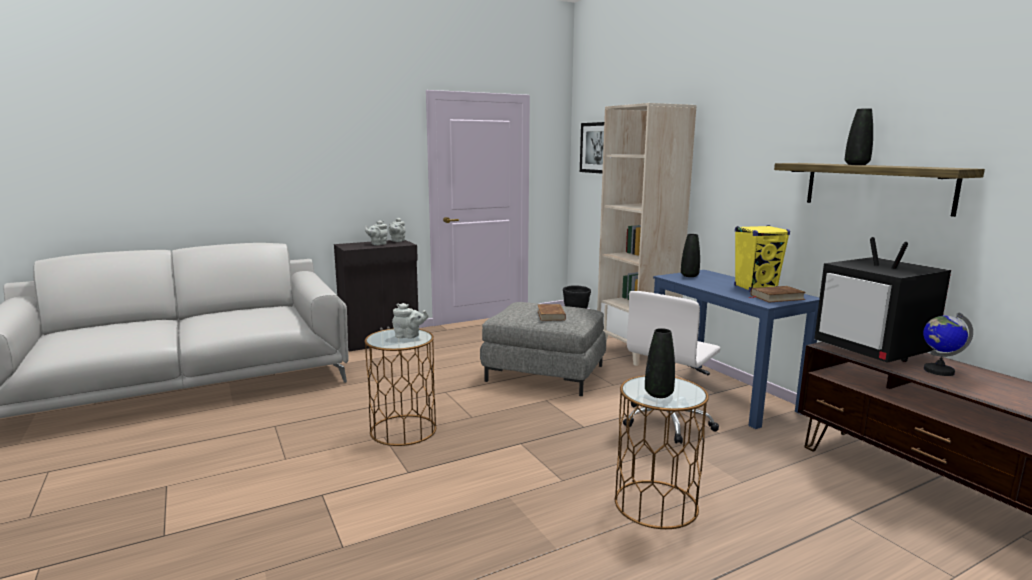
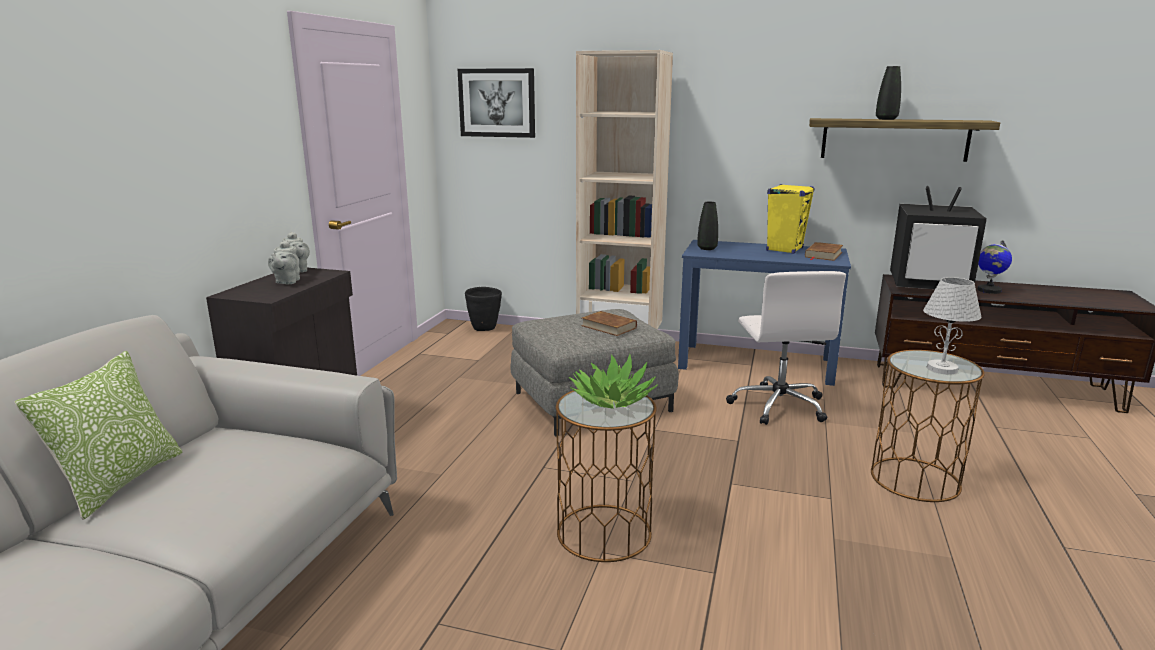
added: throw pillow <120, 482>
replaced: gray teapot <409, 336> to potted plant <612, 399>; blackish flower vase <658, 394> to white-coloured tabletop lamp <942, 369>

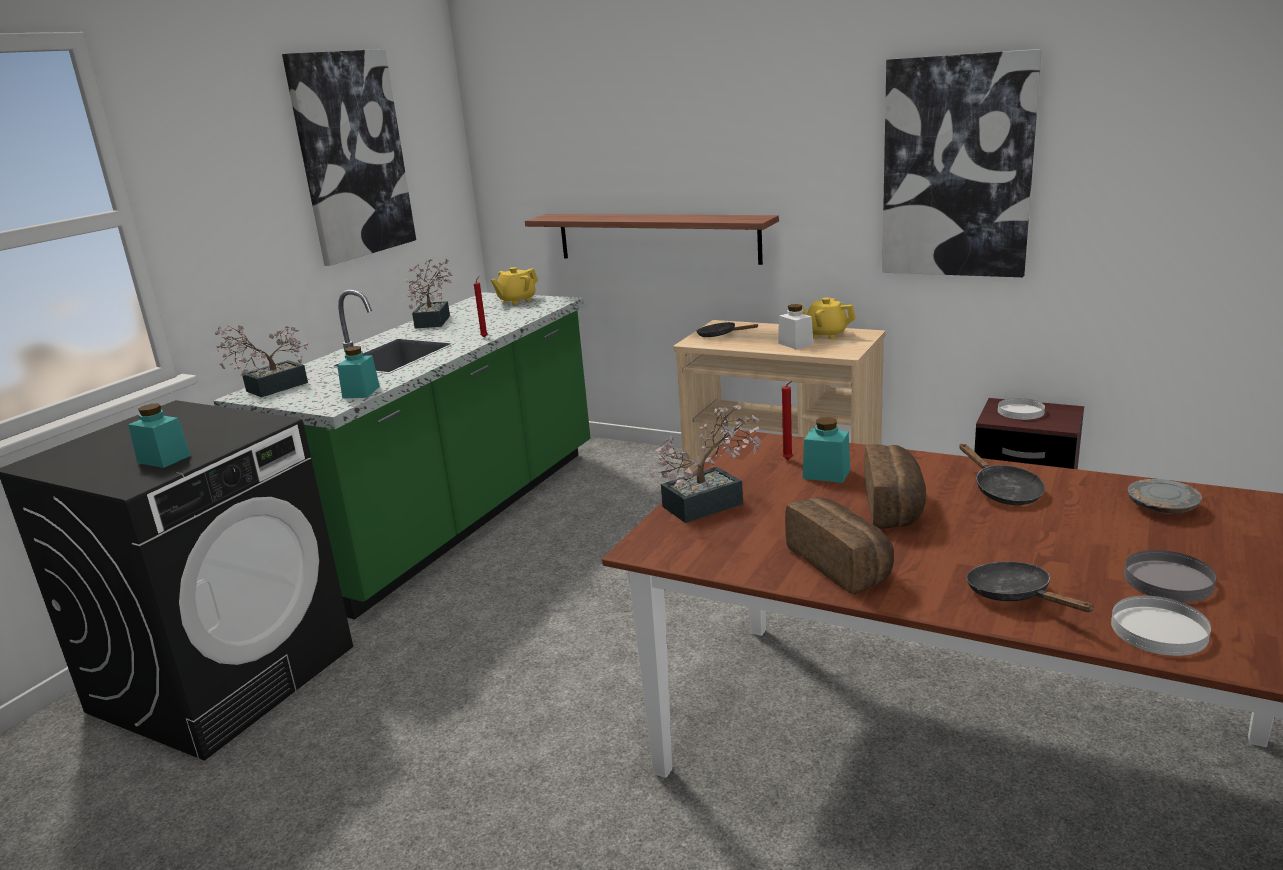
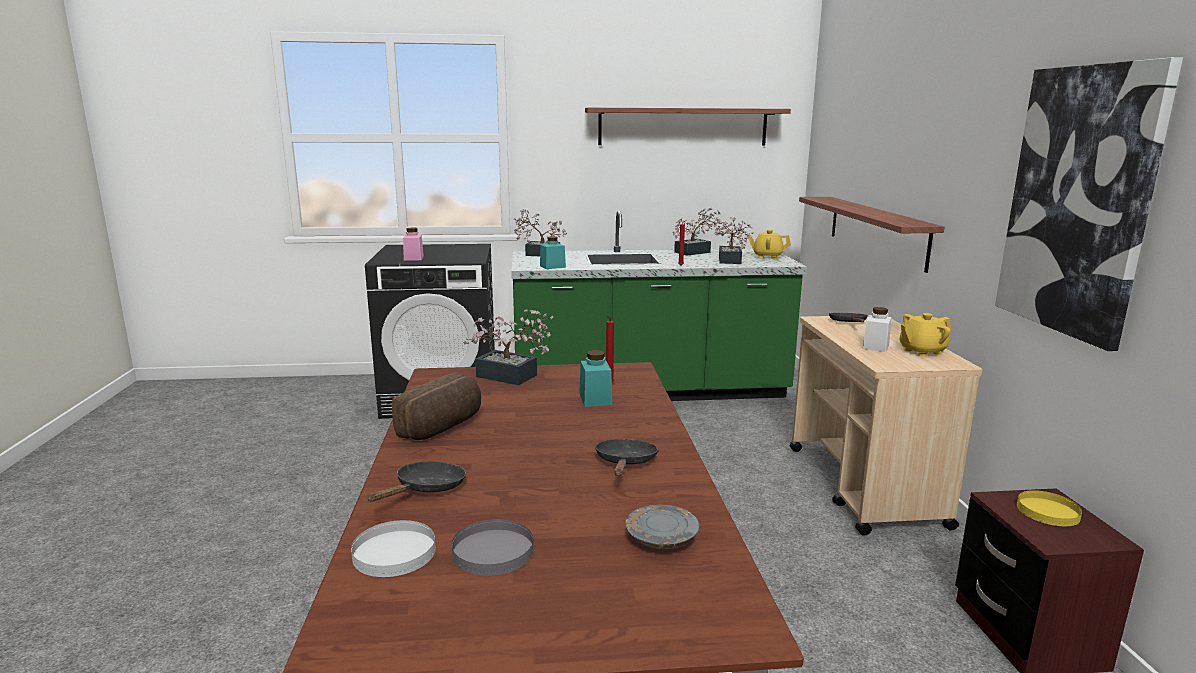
removed: baked bread <895, 507>
added: potted plant <729, 261>
replaced: picture <351, 155> to wall shelf <683, 127>
recoloured: turquoise storage jar <164, 459> to pinkish storage jar <413, 258>; white-coloured plate <1021, 411> to yellow-coloured plate <1048, 511>
turned: blackish pan <1003, 491> = <625, 463> 150 degrees clockwise; yellow-coloured teapot <825, 334> = <921, 351> 105 degrees counterclockwise

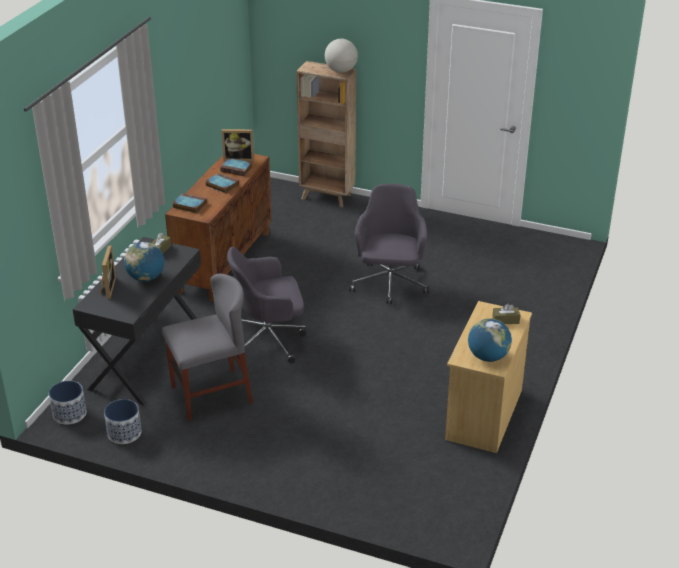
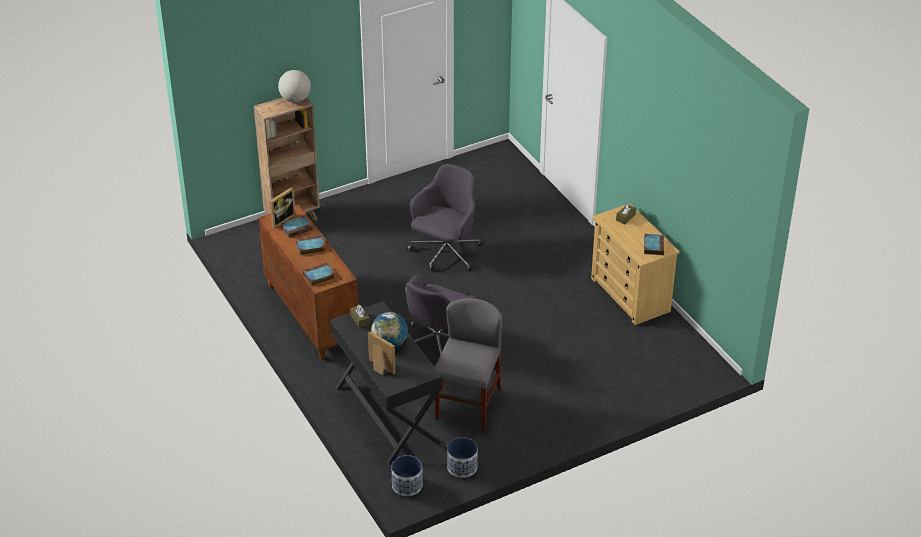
replaced: world globe <488, 357> to volume <653, 246>
turned: gray office chair <390, 284> = <445, 253> 75 degrees clockwise

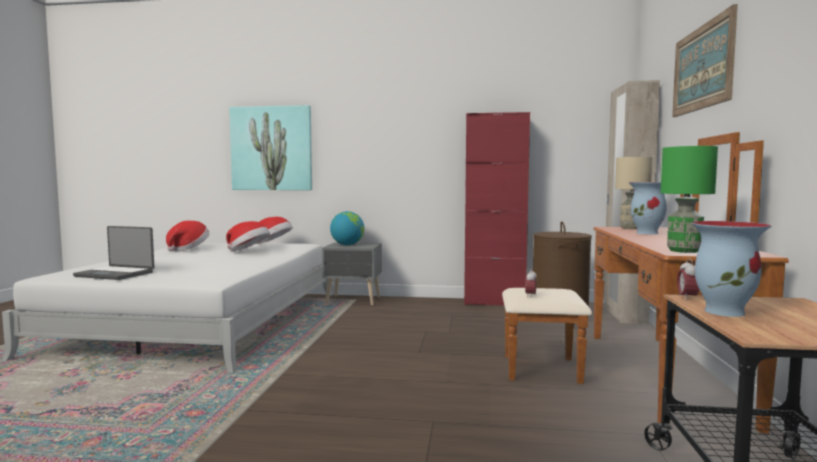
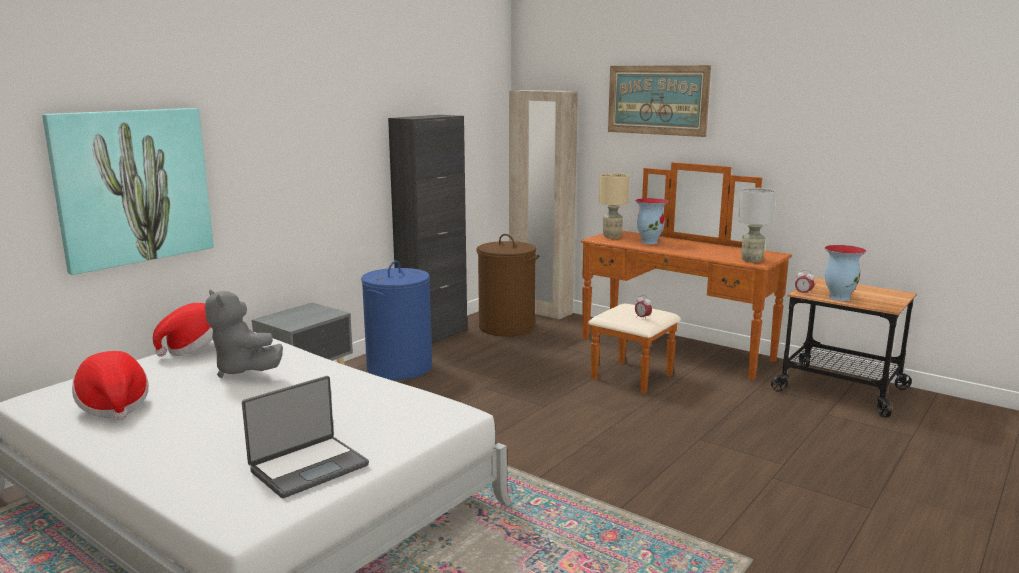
removed: world globe <347, 245>
added: blue-coloured laundry basket <399, 367>
replaced: wearable hat <249, 251> to gray soft toy <244, 370>
recoloured: red cabinet <494, 302> to blackish cabinet <433, 336>; green-coloured tabletop lamp <684, 251> to gray tabletop lamp <752, 260>

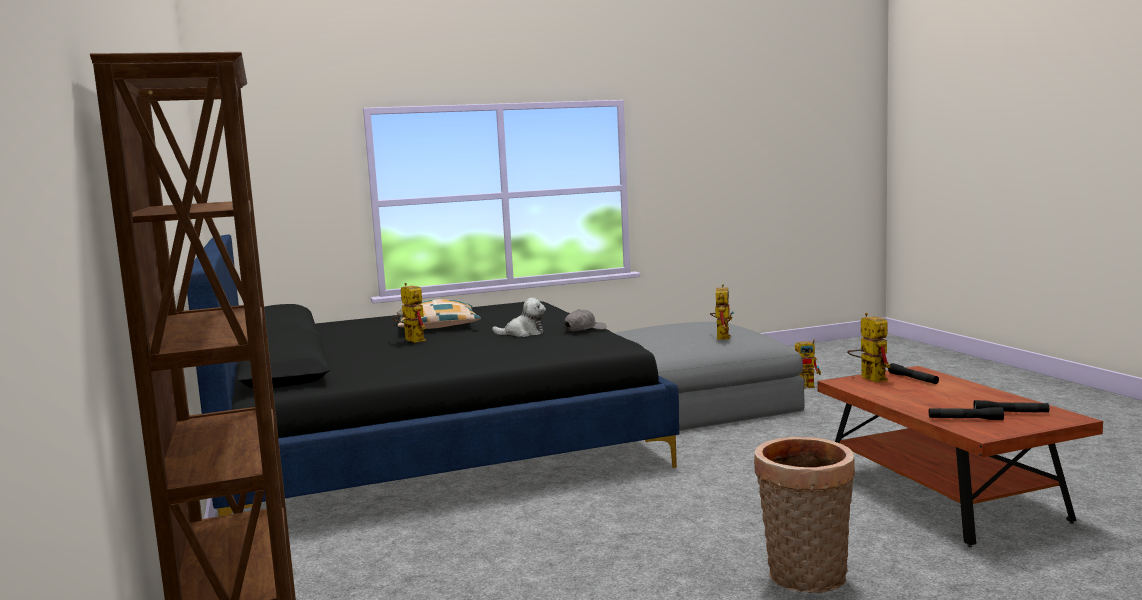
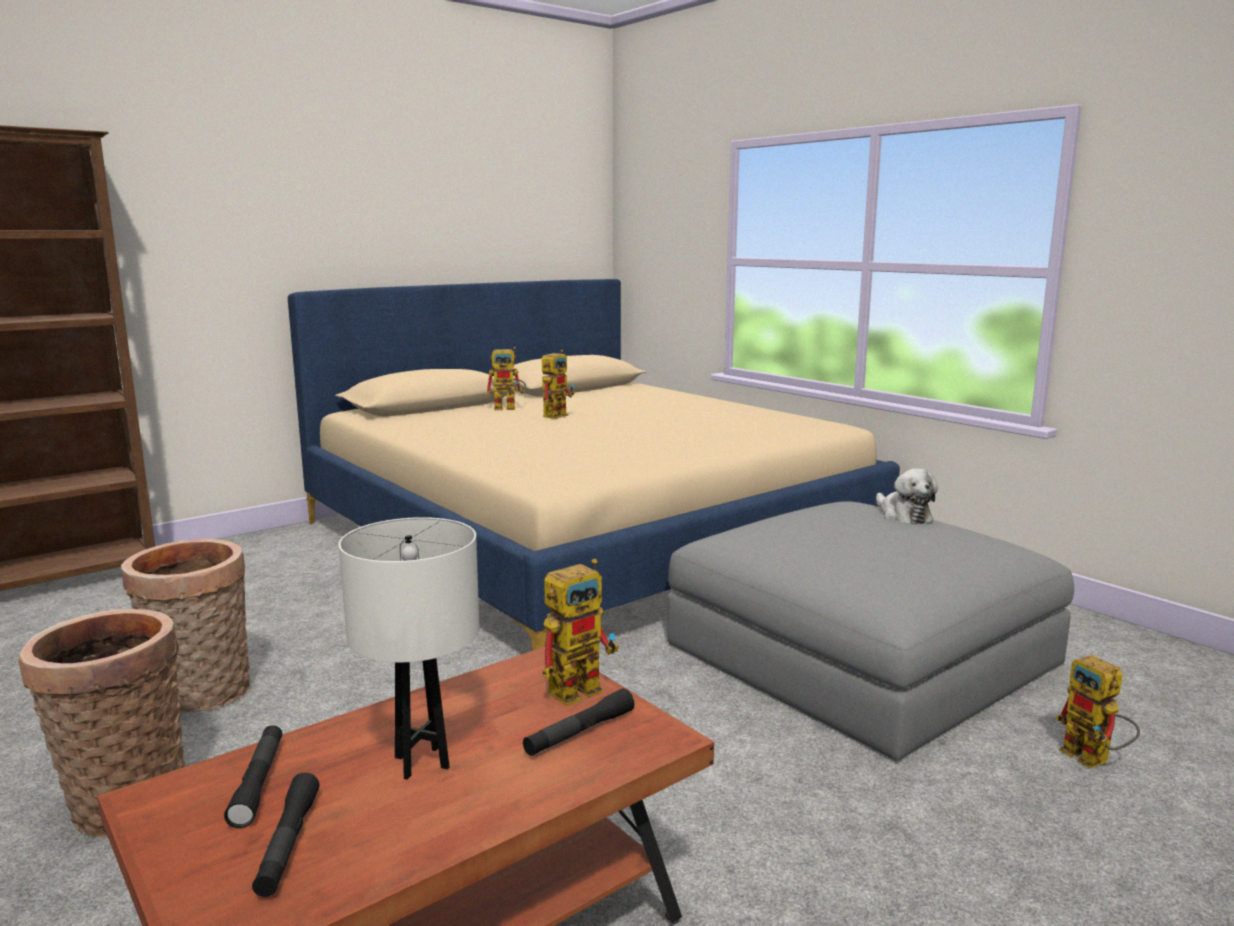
removed: throw pillow <438, 326>; gray peaked cap <584, 329>
added: basket <201, 696>; white-coloured tabletop lamp <421, 762>
moved: model robot <721, 336> to <510, 408>; soft toy <523, 333> to <903, 516>
recoloured: blackish bed <429, 441> to beige bed <585, 536>

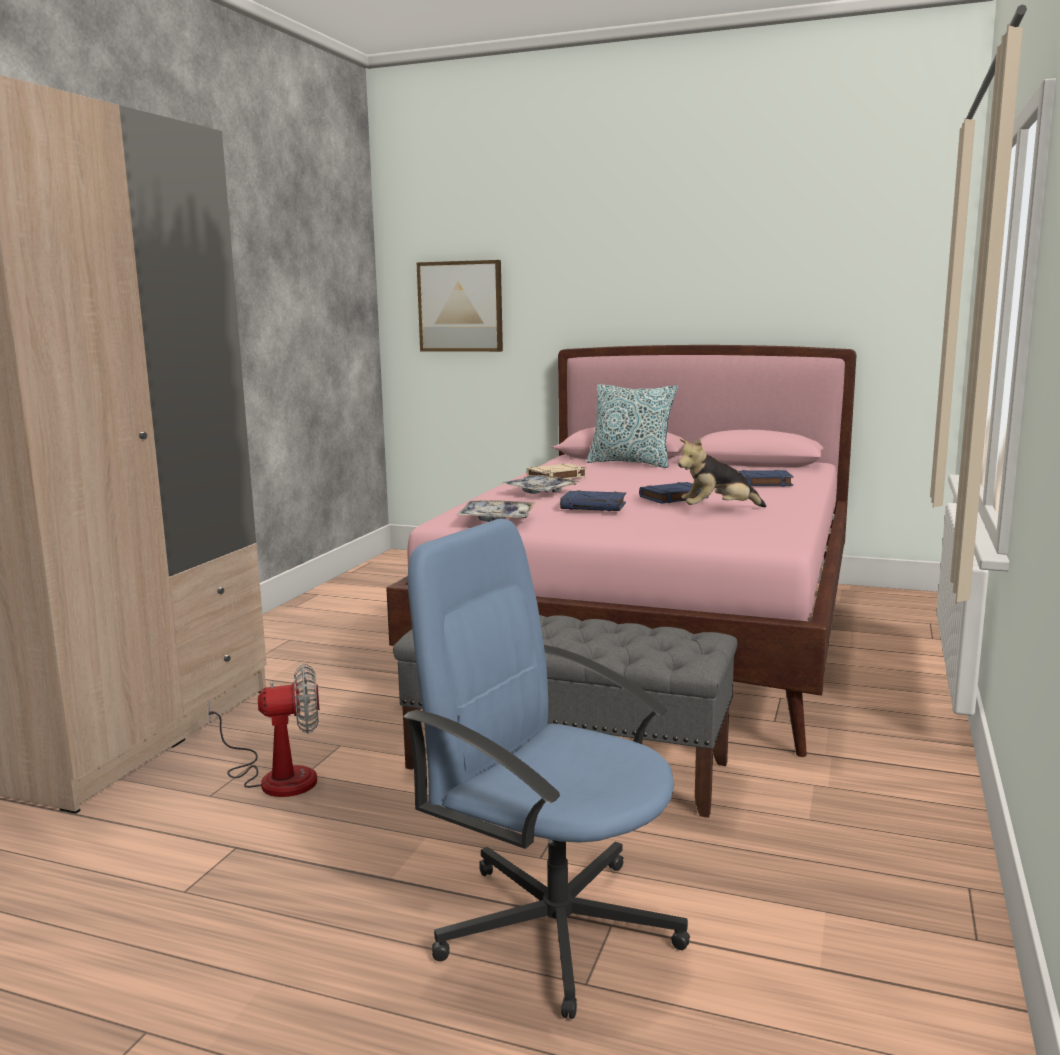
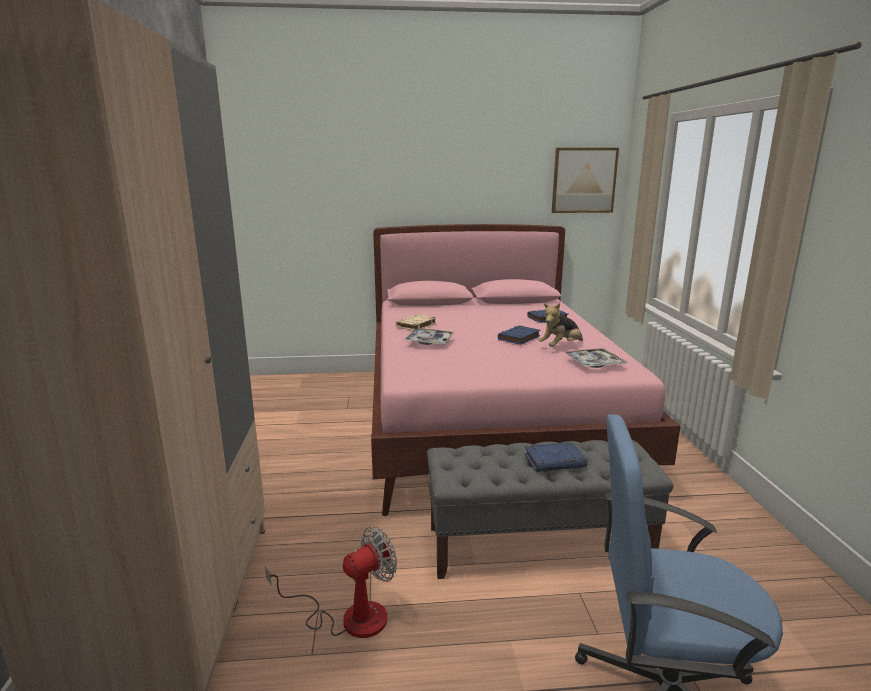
removed: throw pillow <631, 463>
moved: blue-coloured volume <594, 506> to <555, 461>; picture <460, 306> to <583, 180>; serving tray <496, 518> to <594, 364>

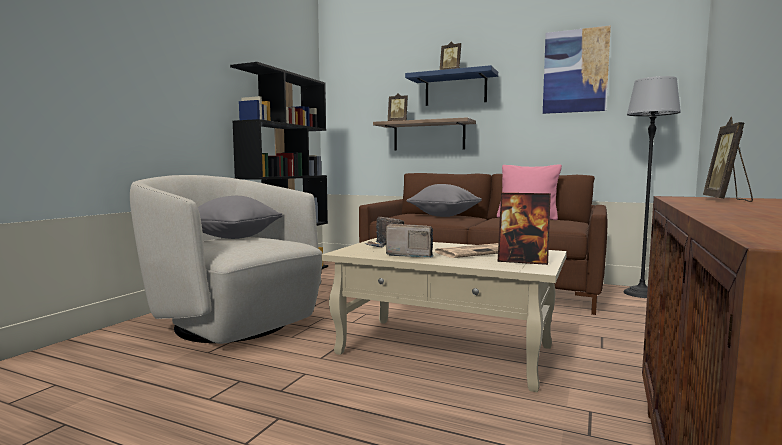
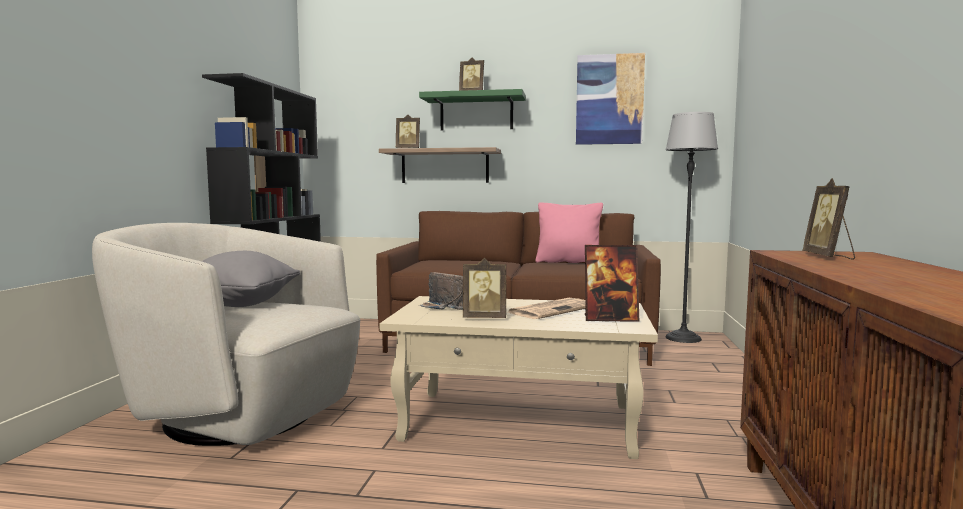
removed: gray throw pillow <444, 216>
replaced: radio receiver <410, 255> to picture frame <484, 318>
recoloured: blue-coloured wall shelf <455, 89> to green-coloured wall shelf <476, 113>

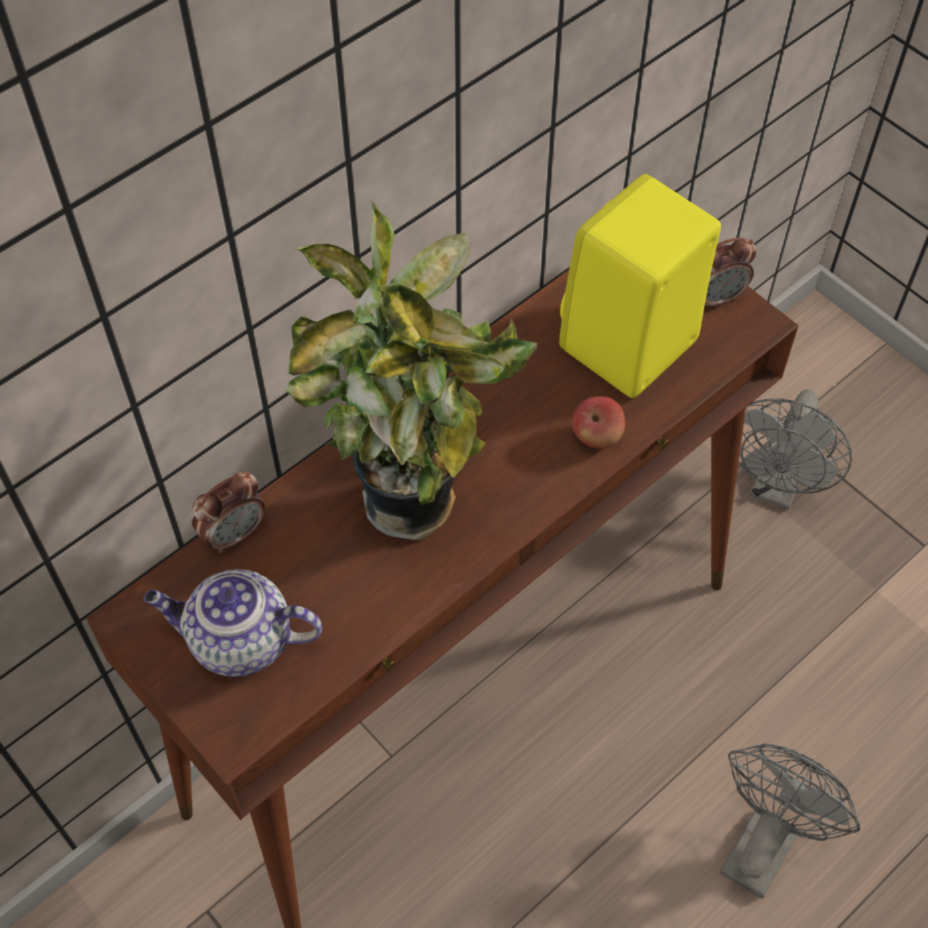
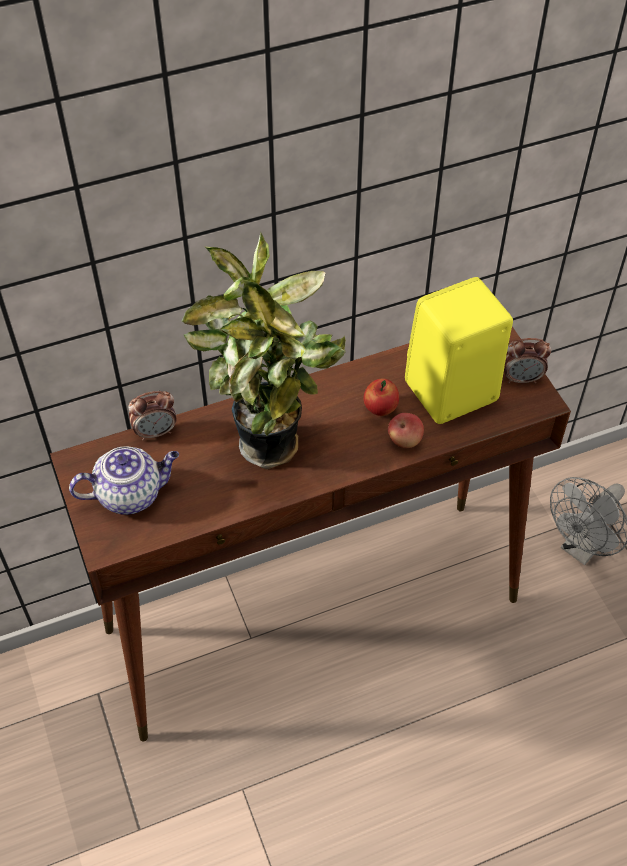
removed: gray electric fan <763, 841>
added: apple <380, 409>
turned: teapot <238, 641> = <131, 494> 135 degrees clockwise

